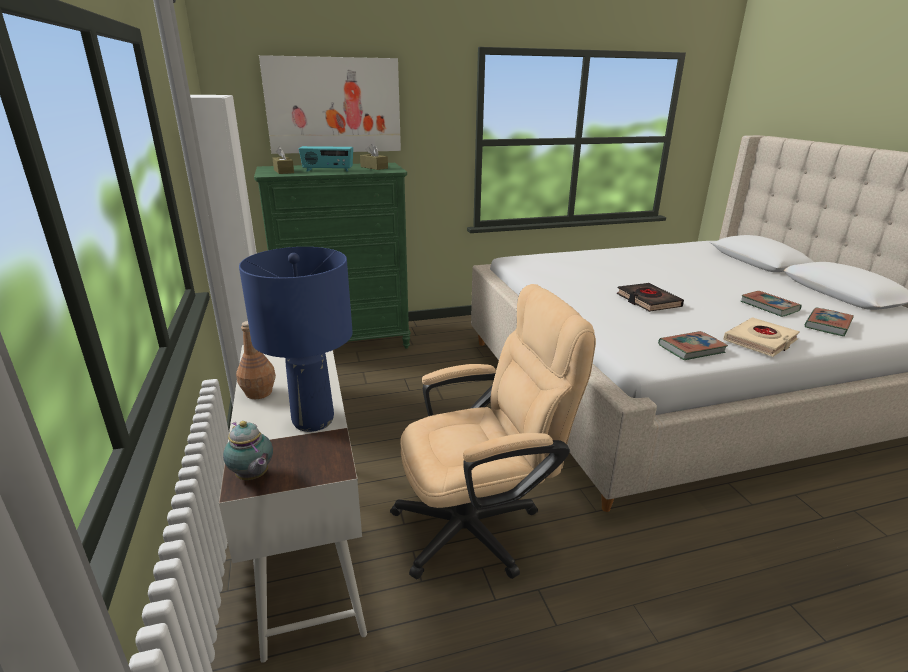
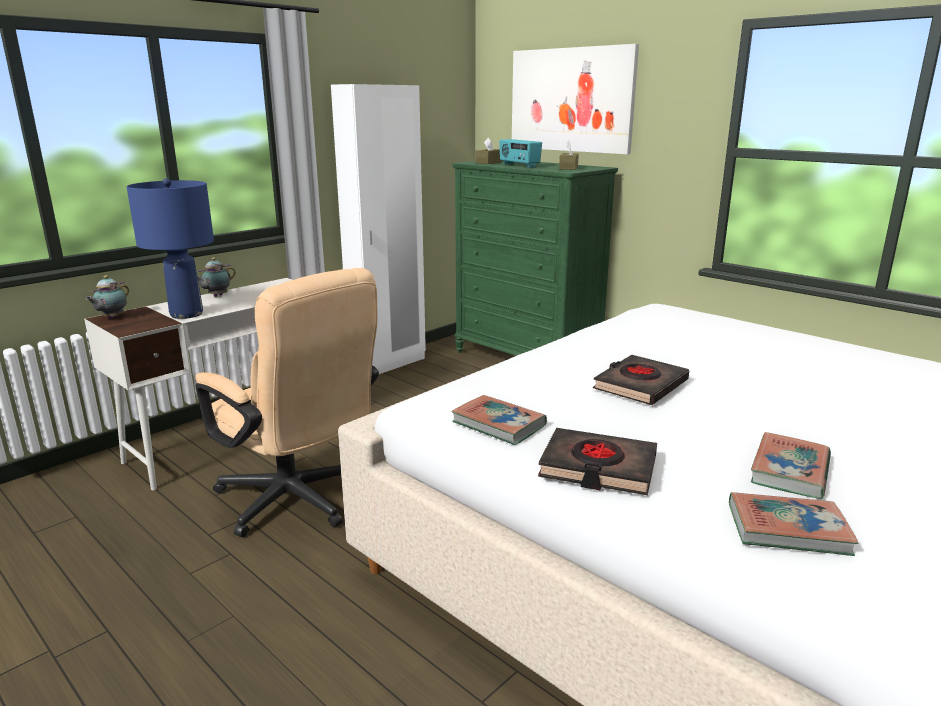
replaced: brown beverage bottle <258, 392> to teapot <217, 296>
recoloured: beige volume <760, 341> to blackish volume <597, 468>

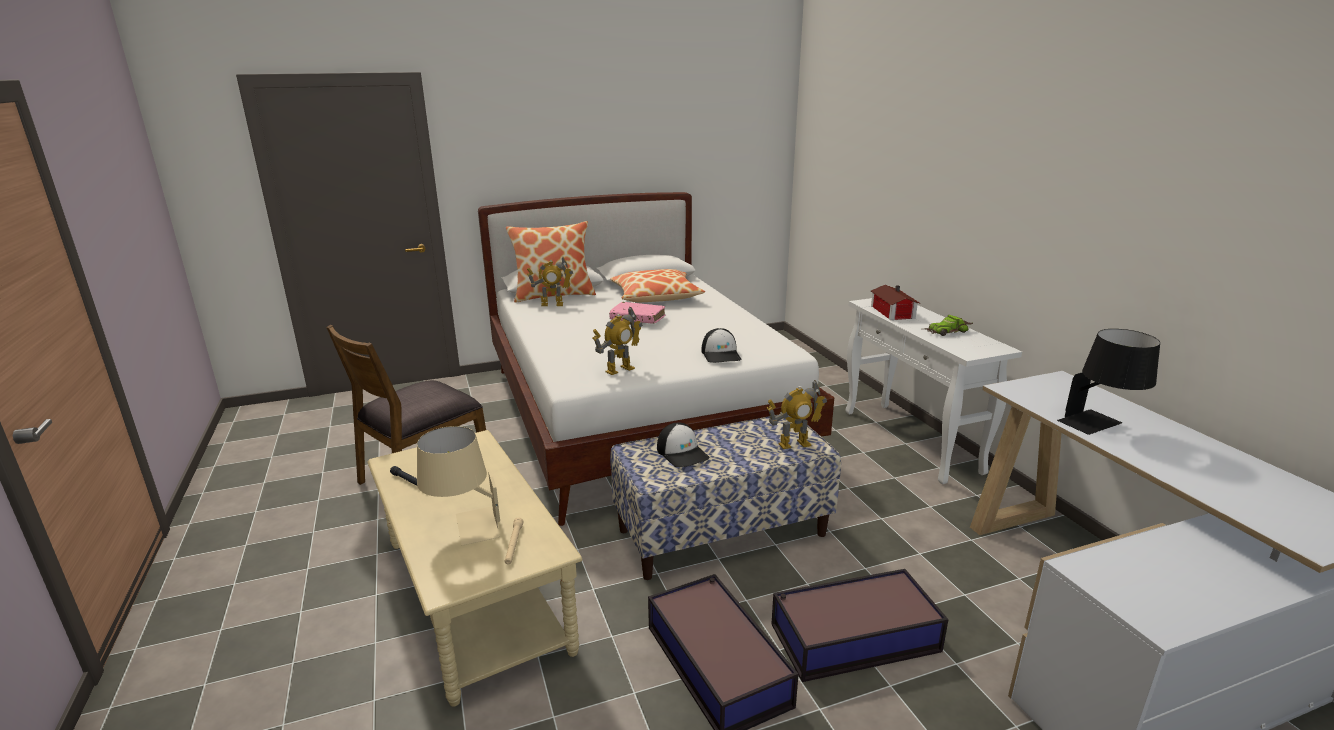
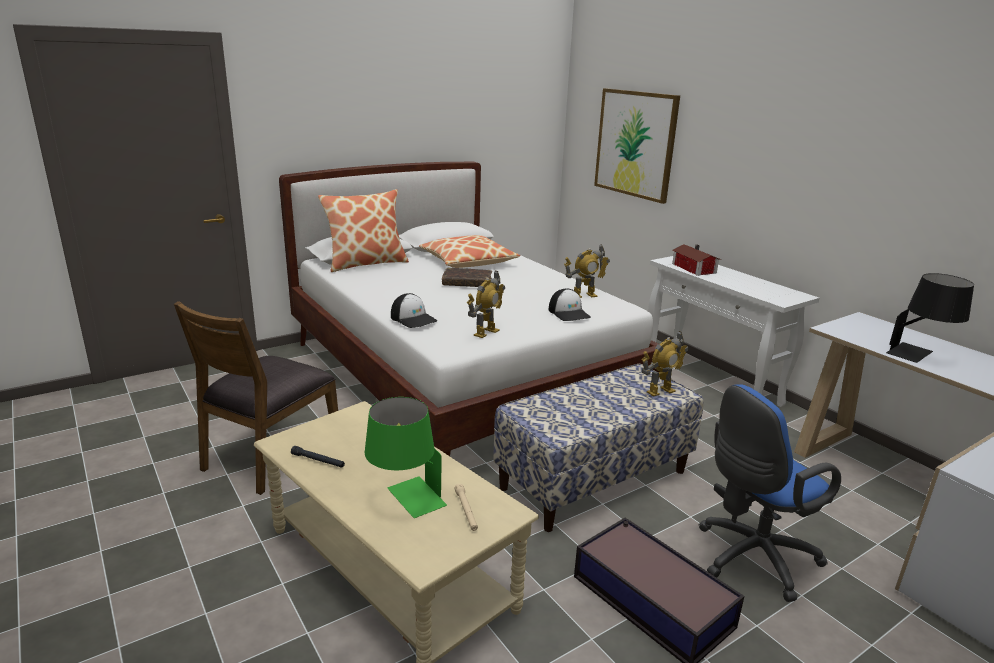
removed: model car <946, 331>
added: picture <635, 144>
moved: peaked cap <682, 453> to <413, 319>; model robot <552, 304> to <584, 295>
replaced: storage box <852, 637> to blue-coloured office chair <751, 558>
recoloured: beige tabletop lamp <464, 528> to green-coloured tabletop lamp <405, 501>; pinkish volume <637, 319> to brown volume <467, 283>

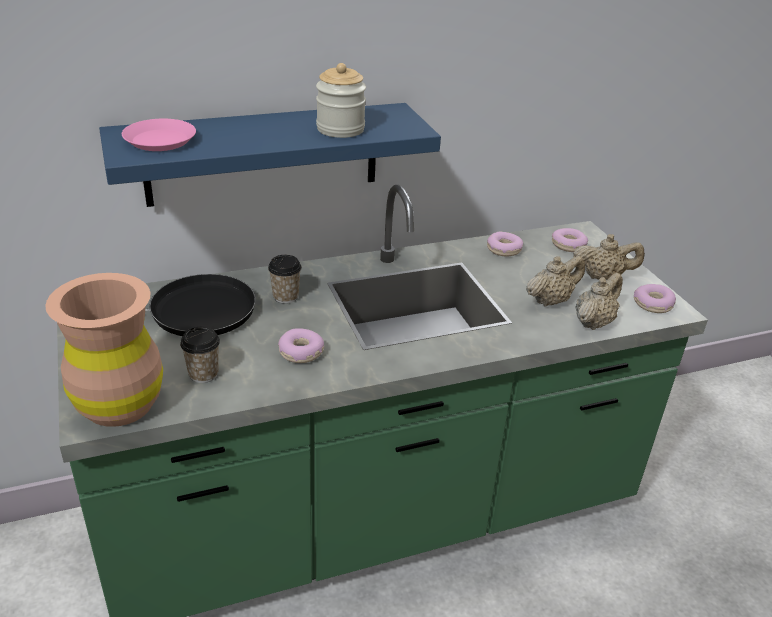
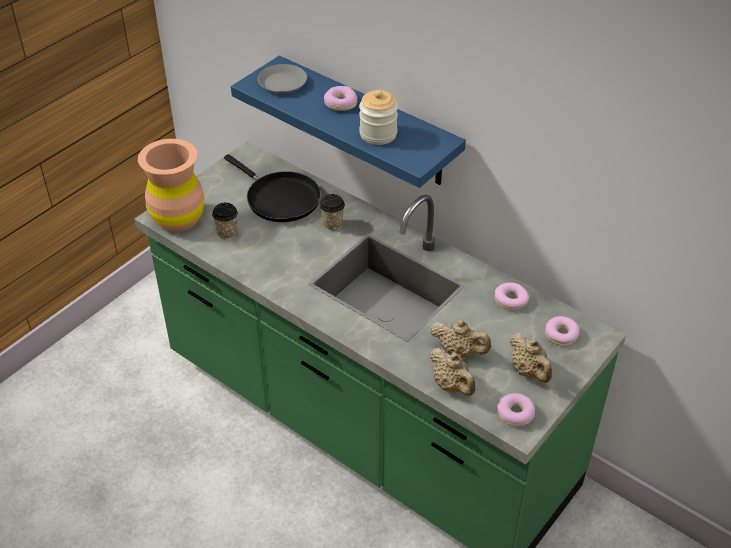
moved: ring doughnut <301, 352> to <340, 103>
recoloured: pinkish plate <160, 141> to gray plate <282, 83>
turned: beige teapot <593, 322> = <452, 385> 45 degrees clockwise

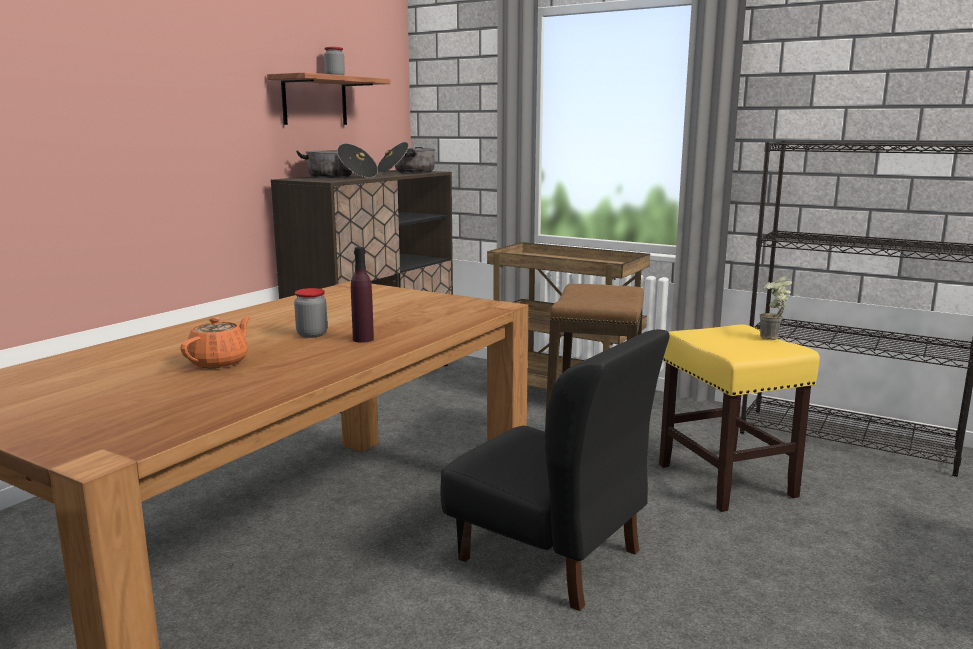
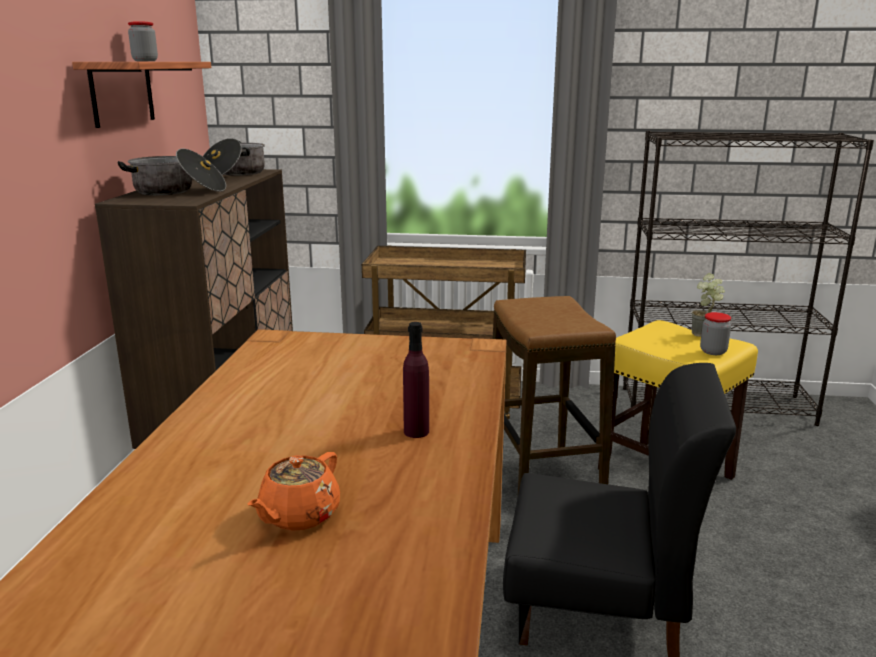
moved: storage jar <312, 334> to <713, 351>
turned: orange-coloured teapot <219, 362> = <298, 515> 150 degrees counterclockwise

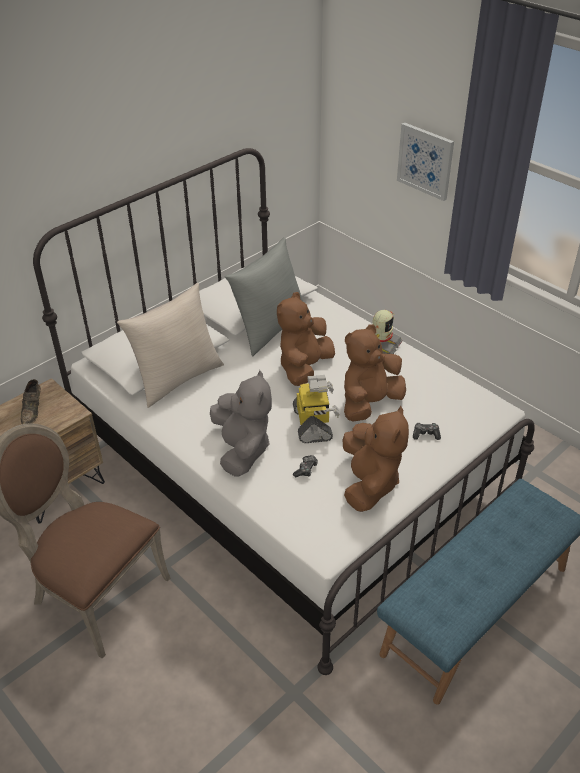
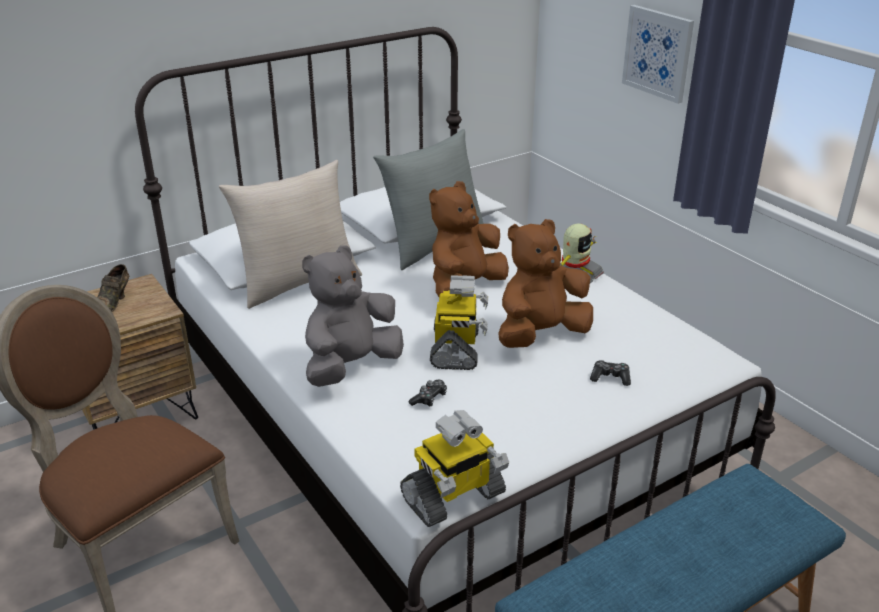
removed: brown soft toy <369, 483>
added: model robot <453, 497>
turned: gray soft toy <242, 449> = <351, 366> 135 degrees counterclockwise

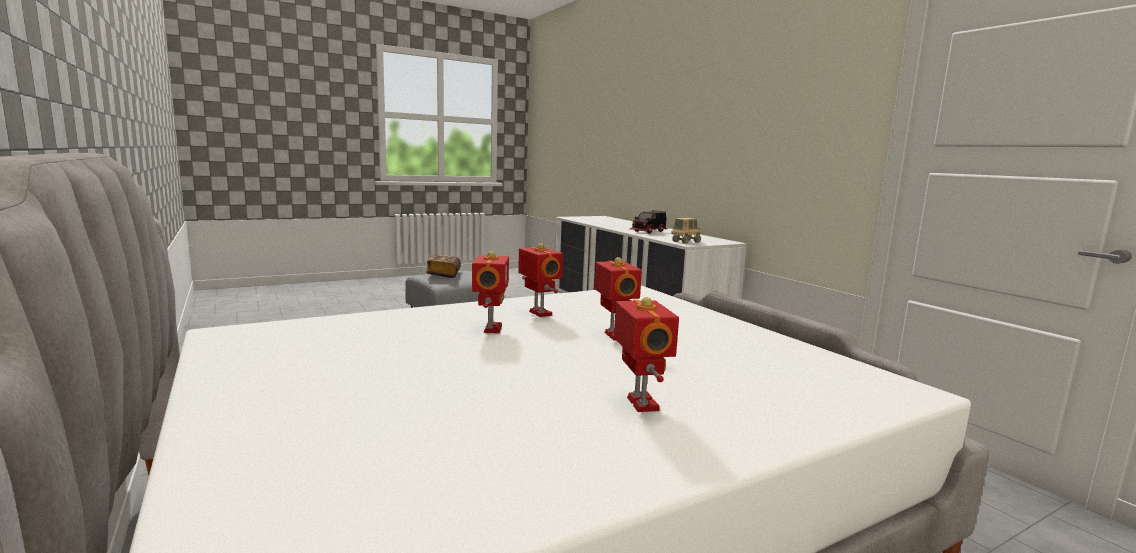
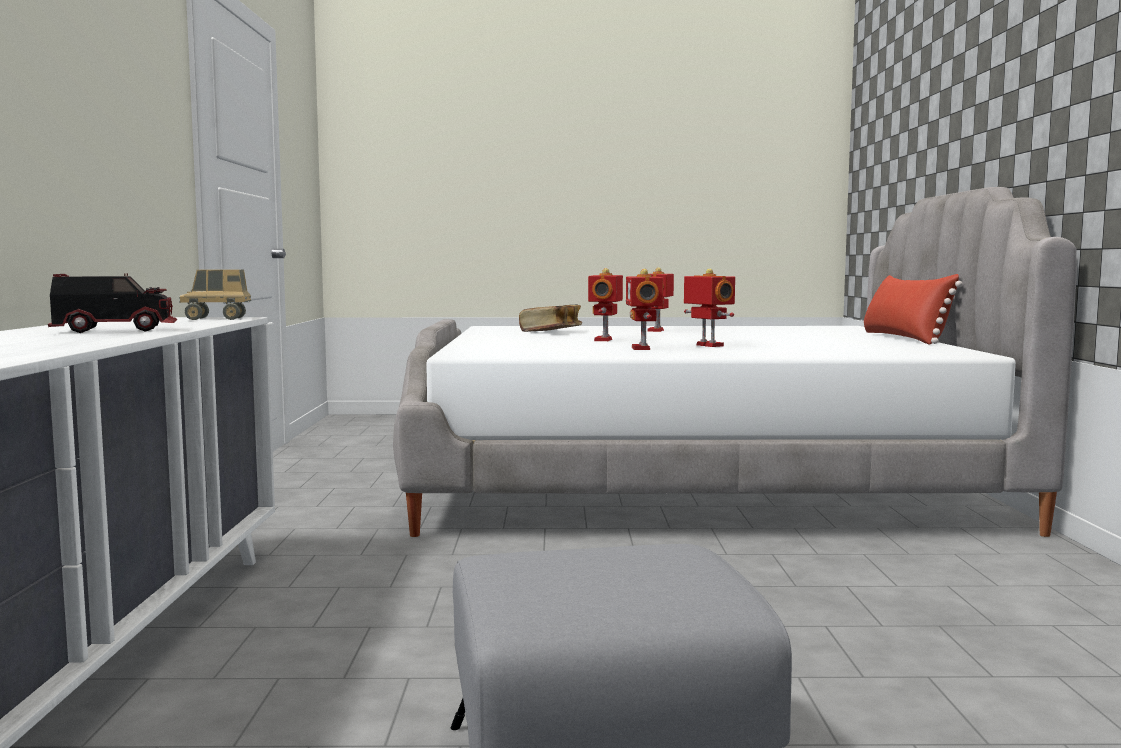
added: red throw pillow <904, 338>
moved: volume <443, 274> to <551, 332>
turned: model robot <490, 329> = <708, 345> 120 degrees clockwise

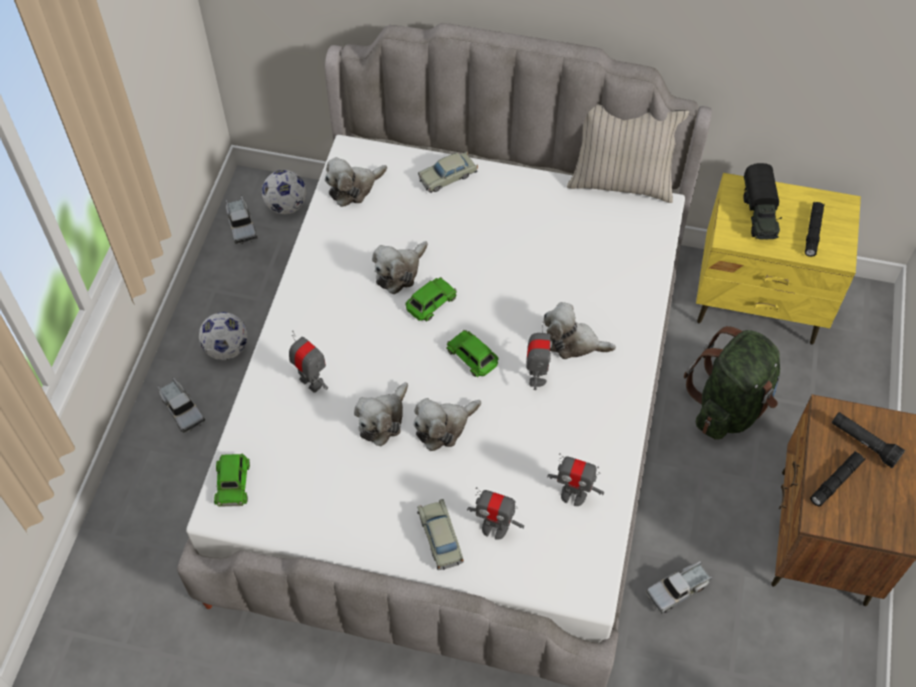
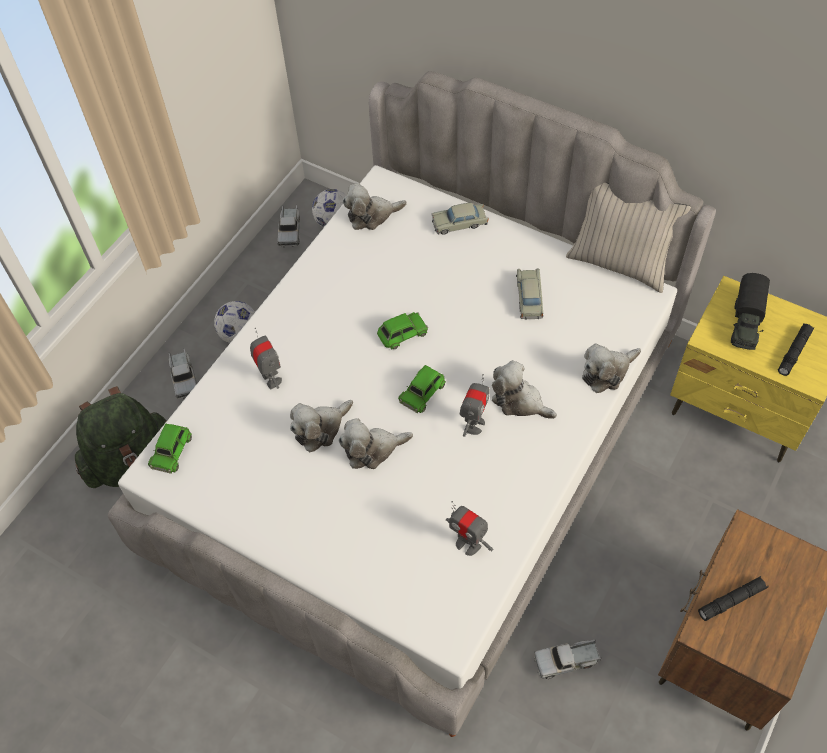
removed: model robot <494, 528>; blackish torch <863, 443>
moved: green-coloured knapsack <729, 405> to <132, 461>; beige model car <440, 538> to <529, 298>; soft toy <399, 272> to <607, 372>
turned: green-coloured model car <473, 356> = <422, 392> 120 degrees counterclockwise

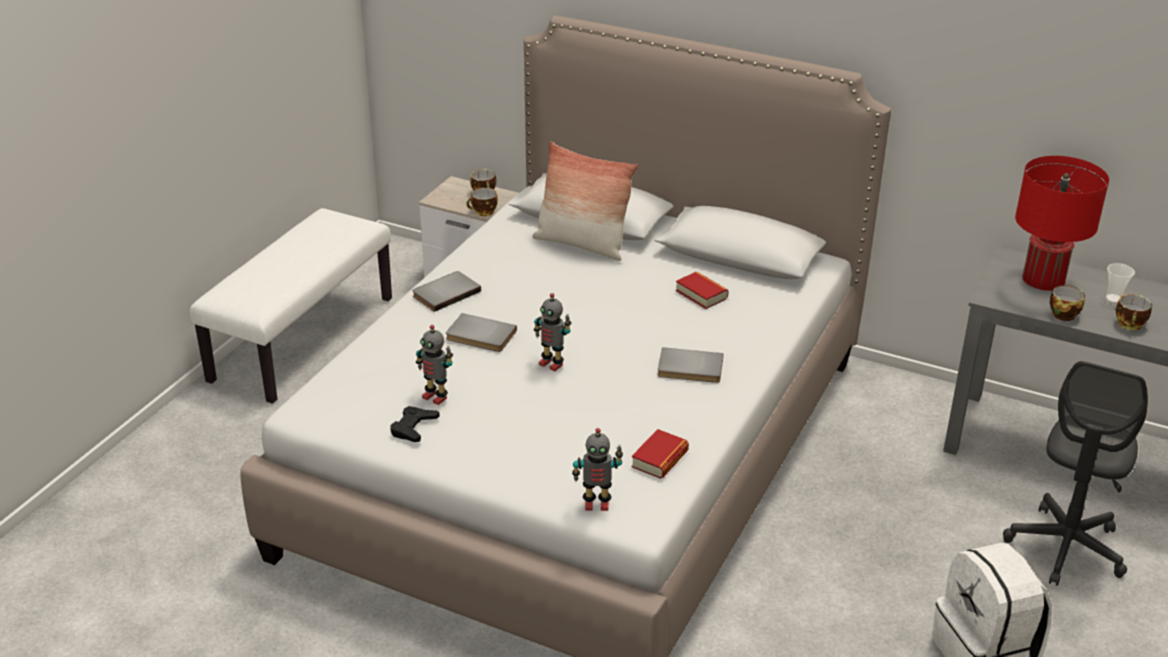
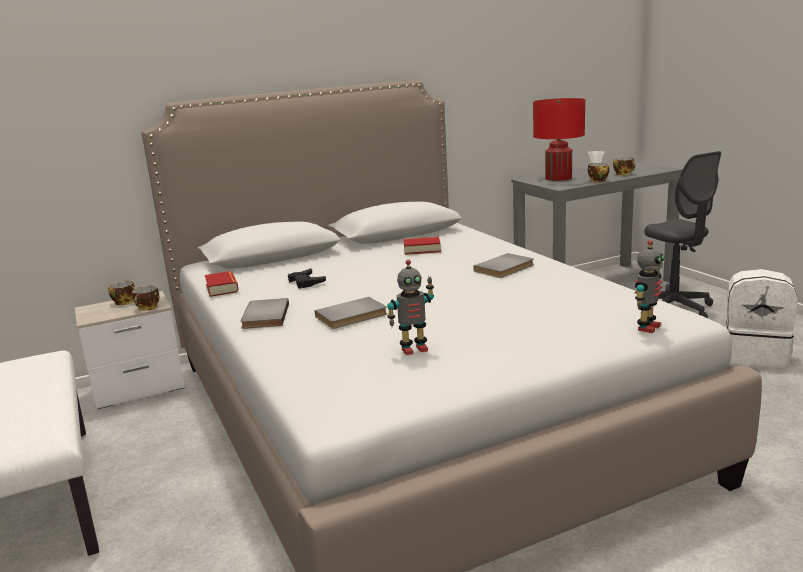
removed: throw pillow <582, 244>; model robot <552, 364>
moved: volume <660, 459> to <222, 288>; blackish game controller <413, 428> to <306, 282>

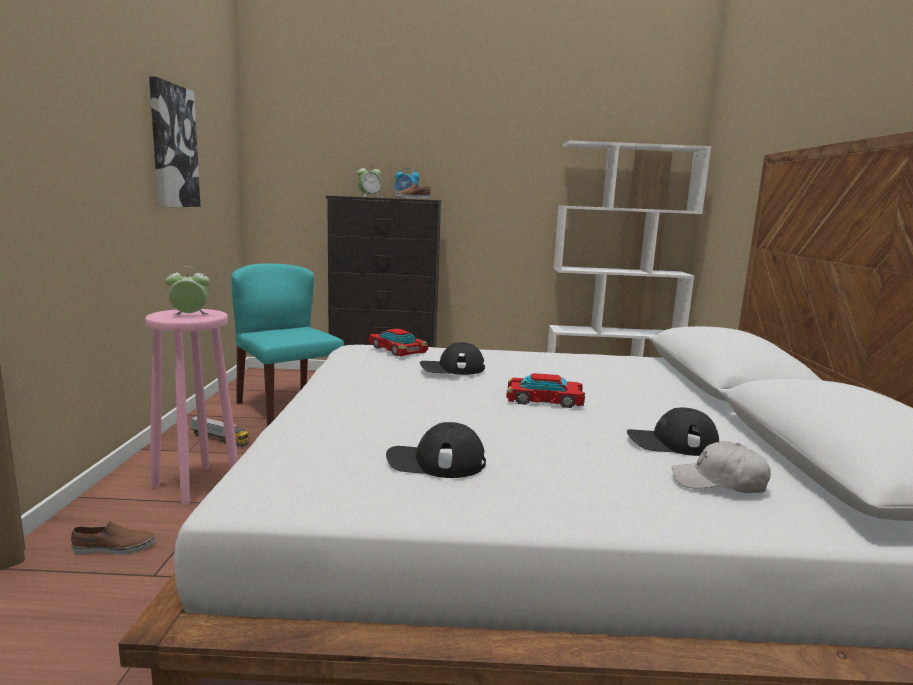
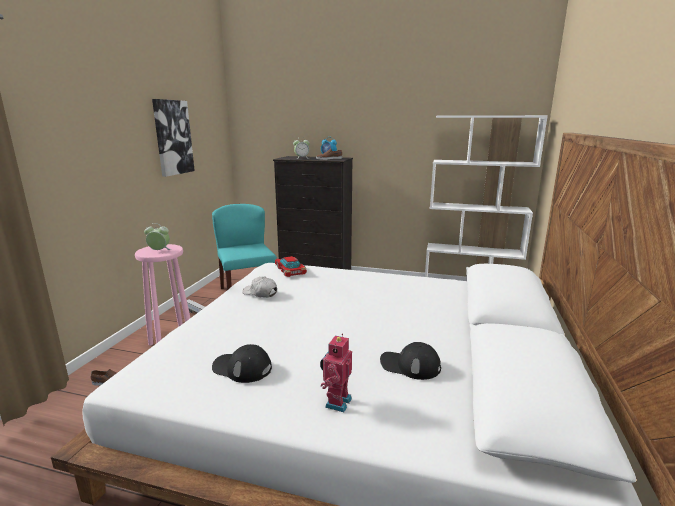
removed: blackish peaked cap <452, 368>; model car <544, 400>
added: model robot <336, 402>
moved: white-coloured peaked cap <719, 482> to <260, 293>

